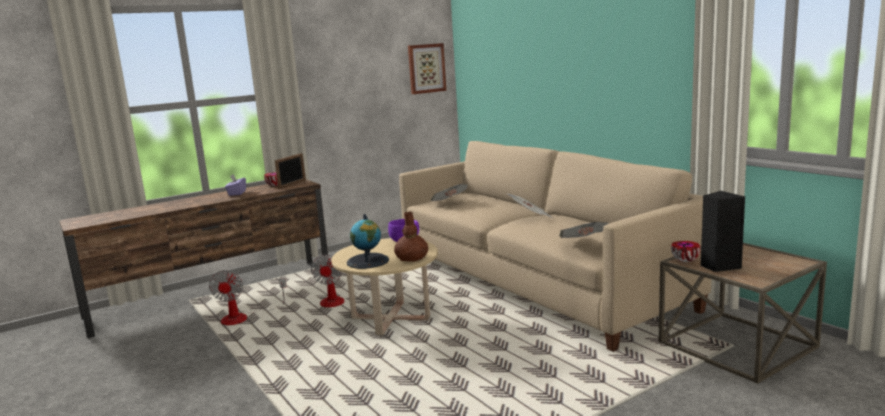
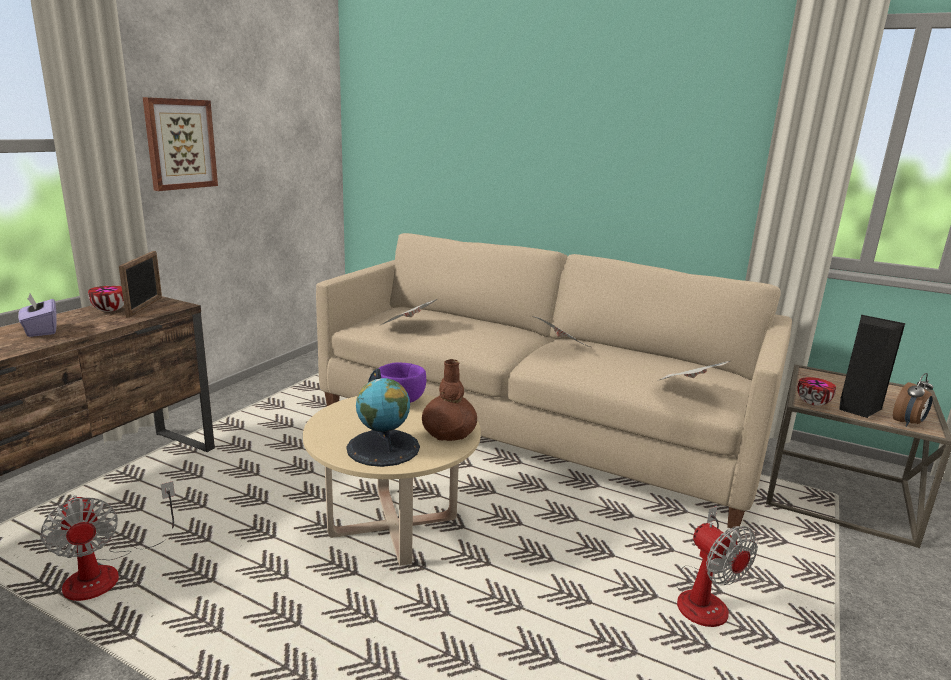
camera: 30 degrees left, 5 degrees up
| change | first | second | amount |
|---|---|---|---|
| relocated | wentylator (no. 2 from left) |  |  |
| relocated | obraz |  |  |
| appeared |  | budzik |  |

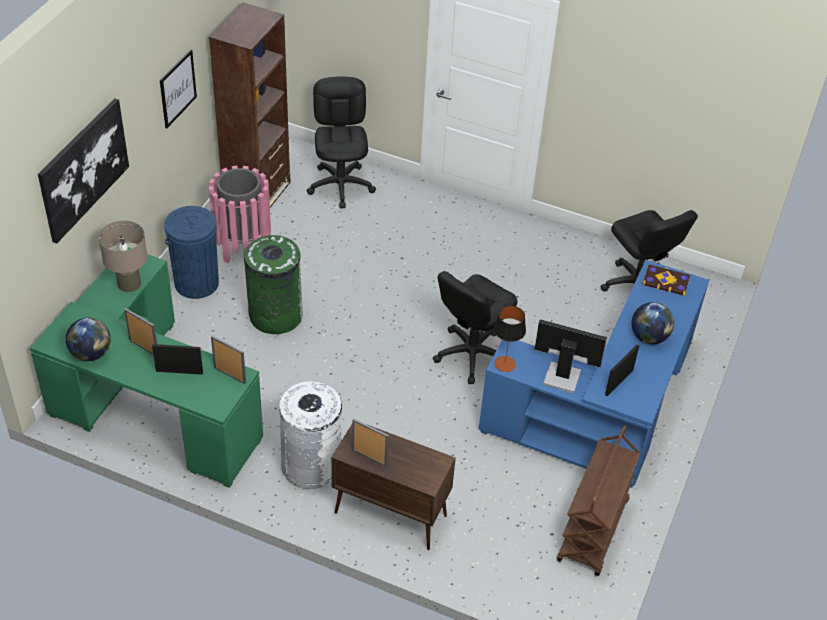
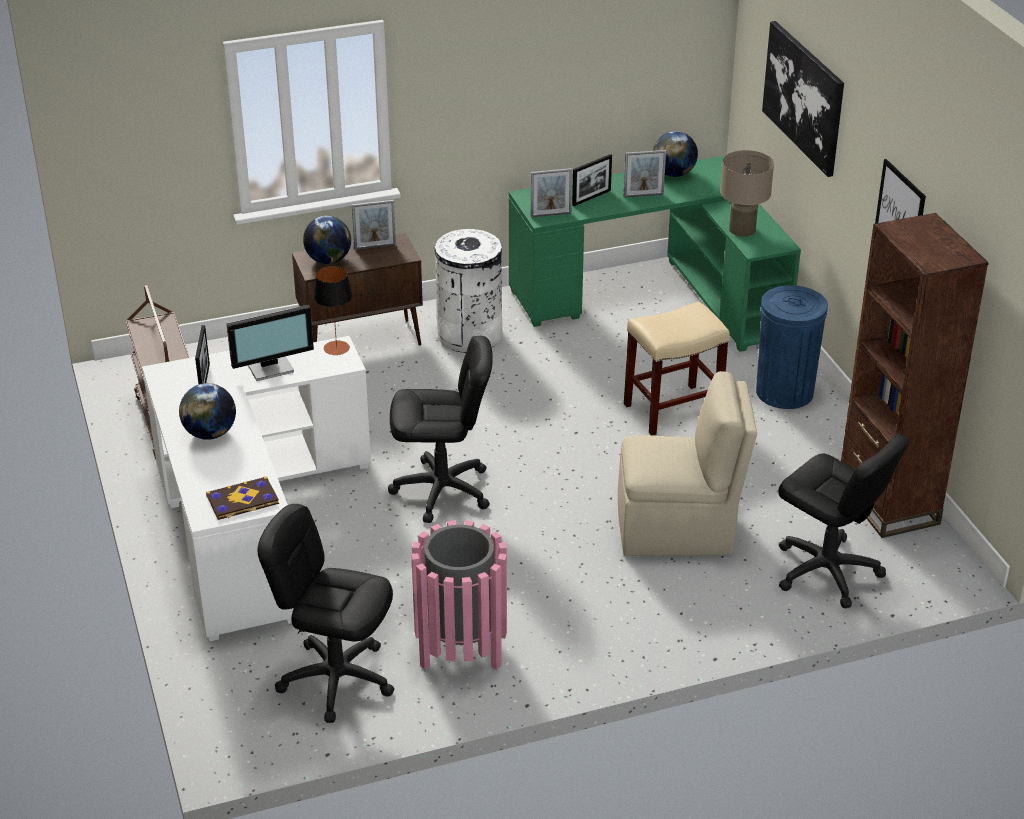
camera: 140 degrees right, 10 degrees down
| change | first | second | amount |
|---|---|---|---|
| relocated | kosz na śmieci (różowy) |  |  |
| exchanged | kosz na śmieci (zielony) | stołek (beżowy) |  |
| spun | krzesło biurowe (czarny) (no. 2 from left) |  | 90 degrees clockwise |
| colour | biurko (niebieski) | biurko (biały) |  |
| appeared |  | globus (no. 2 from left) |  |
| appeared |  | krzesło (beżowy) |  |

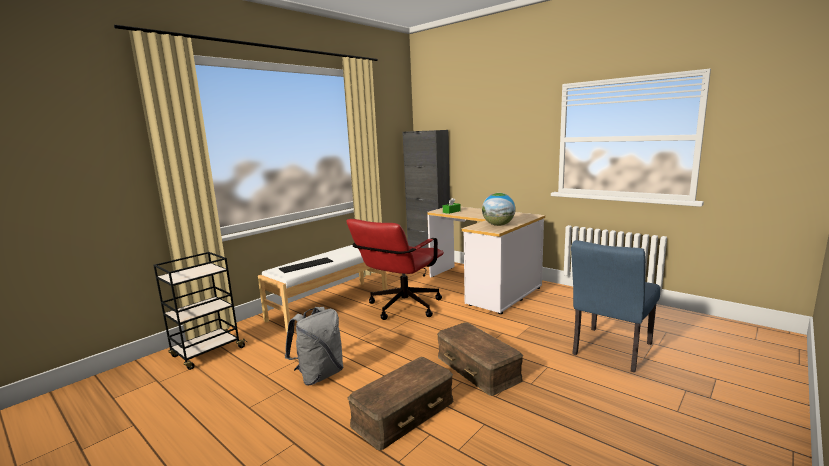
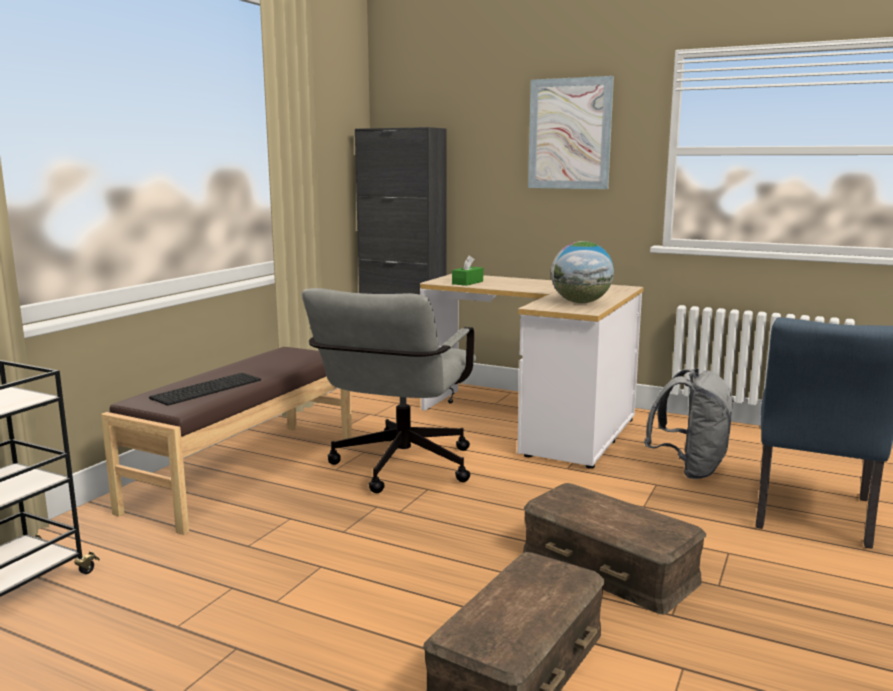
camera: 15 degrees left, 0 degrees up
| change | first | second | amount |
|---|---|---|---|
| colour | ławka (biały) | ławka (brązowy) |  |
| relocated | plecak (szary) |  |  |
| colour | krzesło biurowe (czerwony) | krzesło biurowe (szary) |  |
| appeared |  | obraz |  |

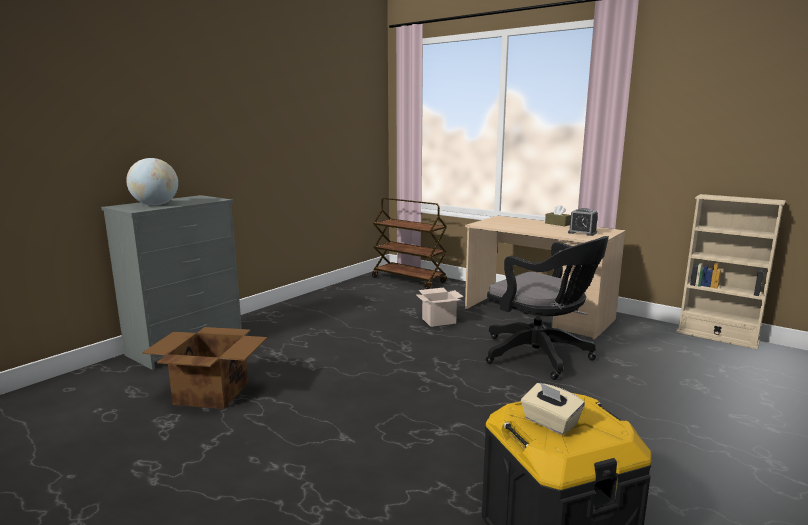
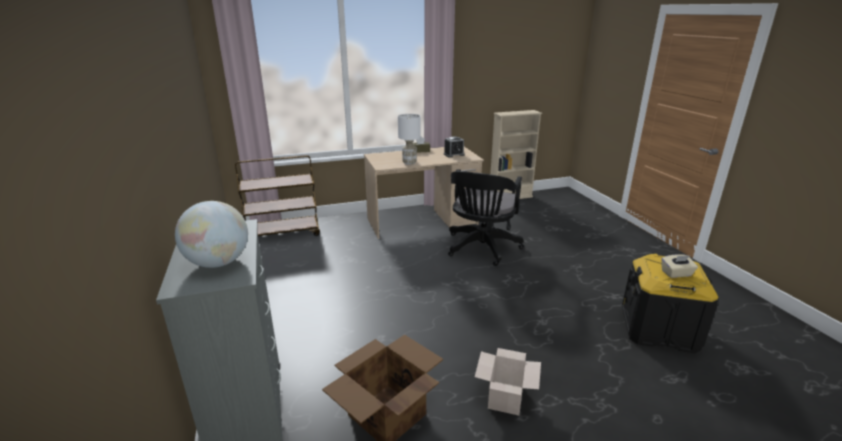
camera: 55 degrees left, 10 degrees up
| change | first | second | amount |
|---|---|---|---|
| relocated | karton (no. 2 from left) |  |  |
| spun | krzesło biurowe (czarny) |  | 120 degrees clockwise |
| appeared |  | lampa stołowa (biały) |  |

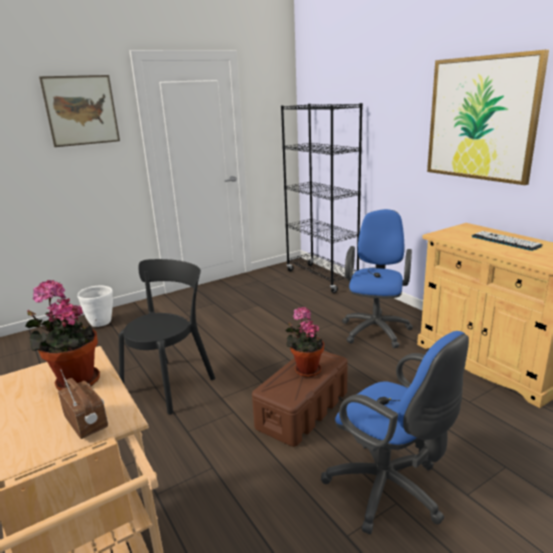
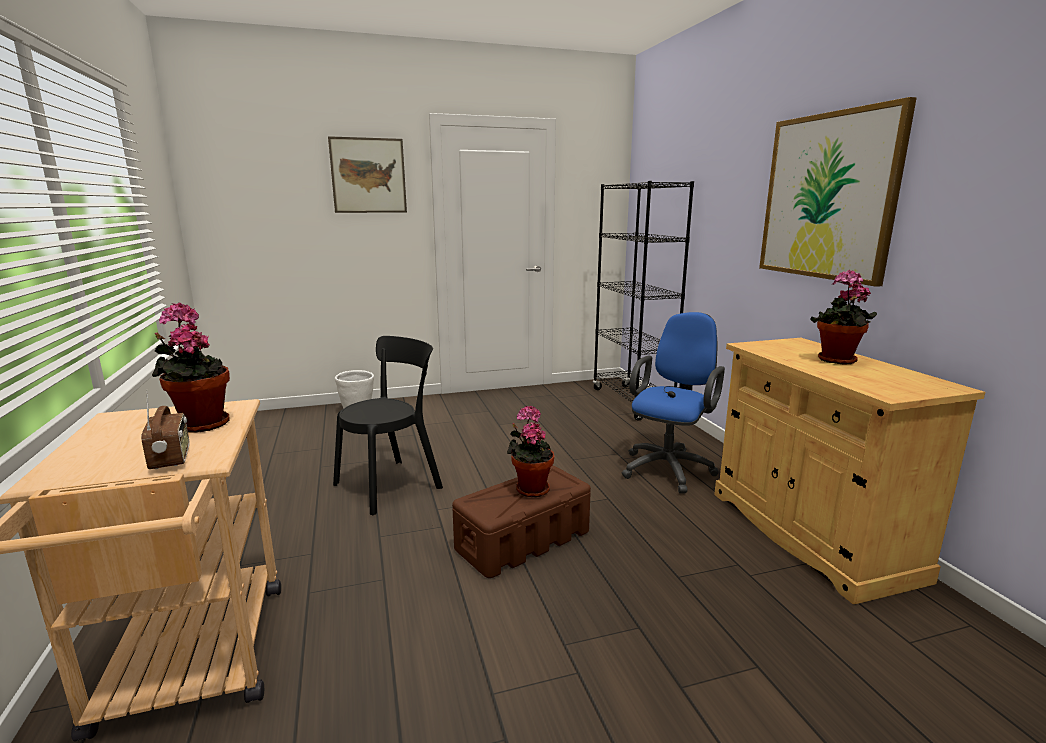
camera: 15 degrees right, 5 degrees down
| change | first | second | amount |
|---|---|---|---|
| missing | krzesło biurowe (niebieski) (no. 2 from left) |  |  |
| exchanged | klawiatura | roślina doniczkowa (no. 3 from left) |  |

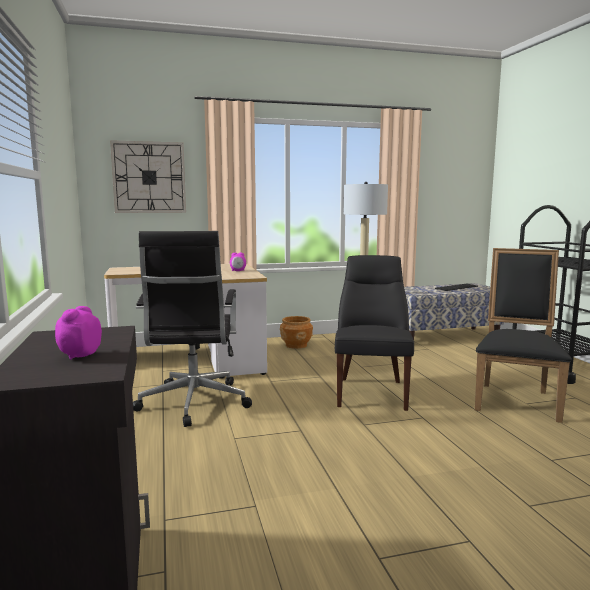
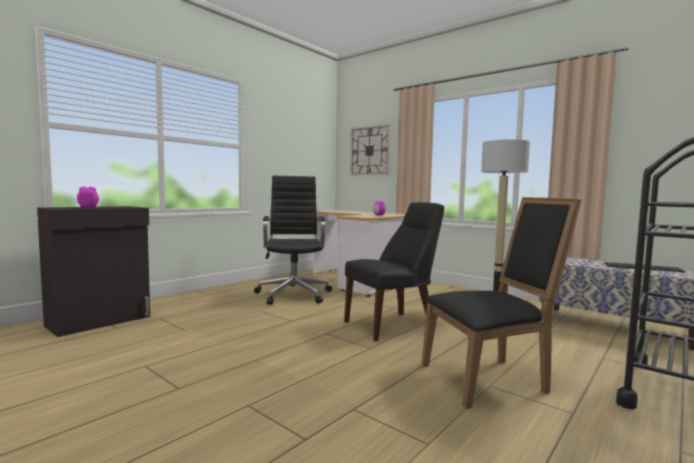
camera: 55 degrees right, 5 degrees down
| change | first | second | amount |
|---|---|---|---|
| spun | krzesło biurowe (czarny) |  | 120 degrees clockwise |
| missing | donica (brązowy) |  |  |

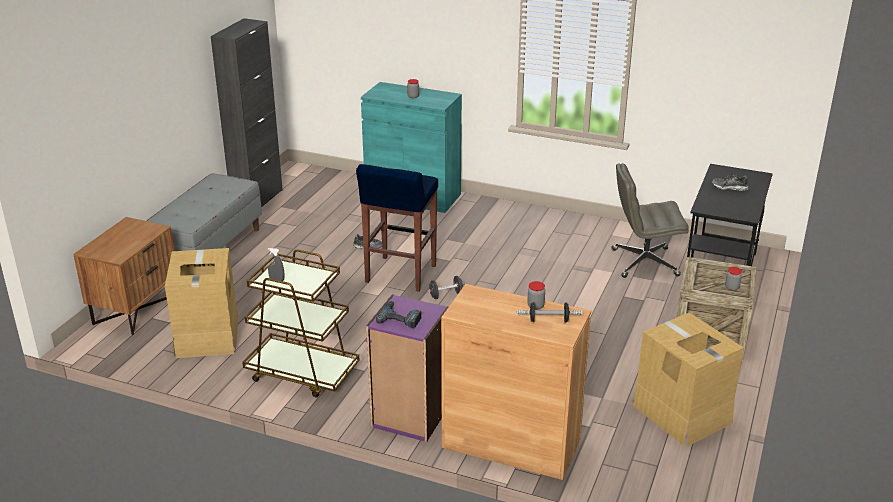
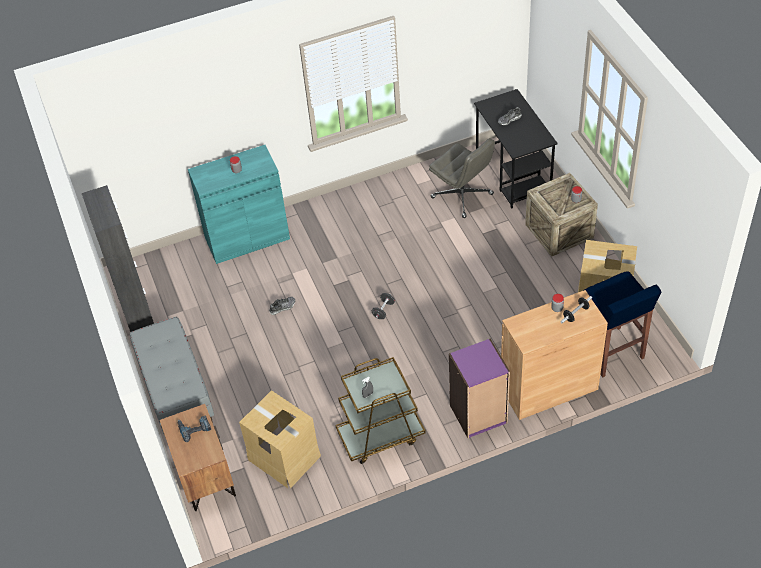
camera: 40 degrees left, 20 degrees up
| change | first | second | amount |
|---|---|---|---|
| relocated | stołek (niebieski) |  |  |
| relocated | wiertarka |  |  |
| spun | krzesło biurowe (szary) |  | 90 degrees counterclockwise |

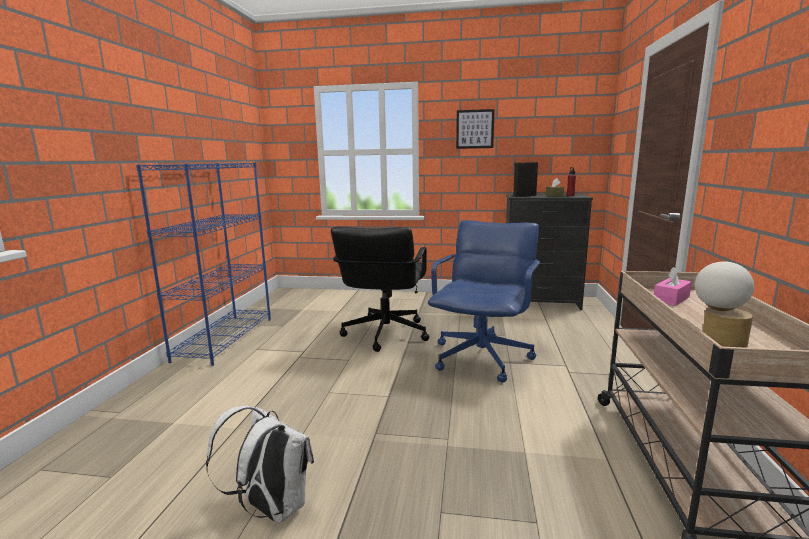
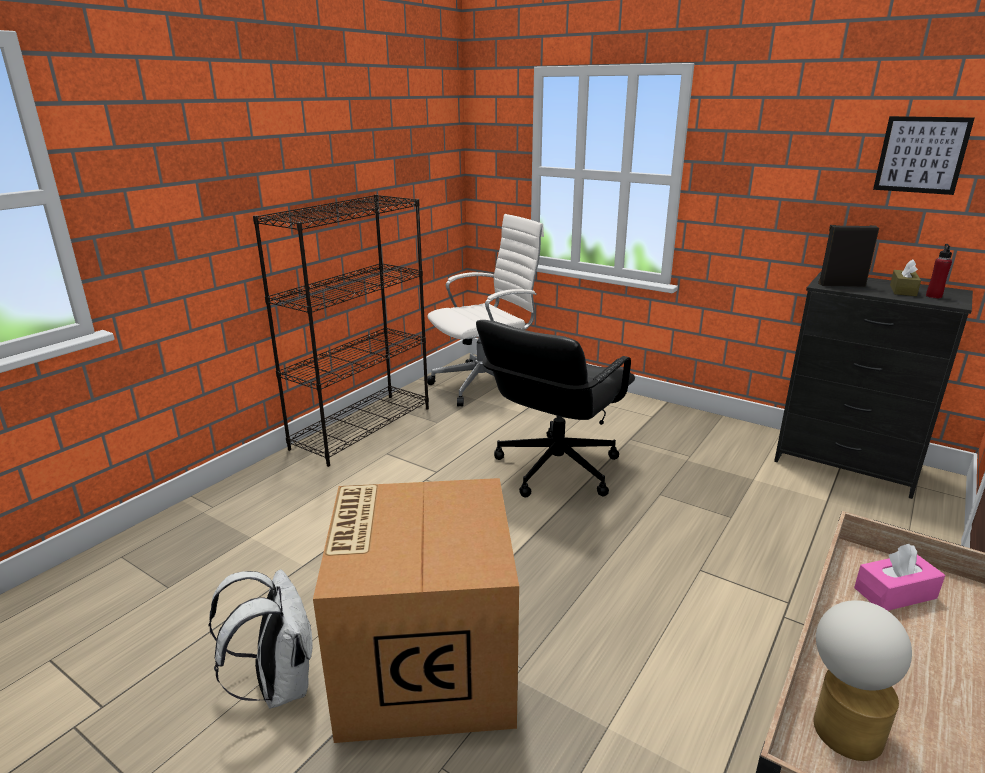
camera: 25 degrees right, 10 degrees up
| change | first | second | amount |
|---|---|---|---|
| colour | regał (niebieski) | regał (czarny) |  |
| missing | krzesło biurowe (niebieski) |  |  |
| relocated | obraz |  |  |
| appeared |  | karton |  |
| appeared |  | krzesło biurowe (biały) |  |

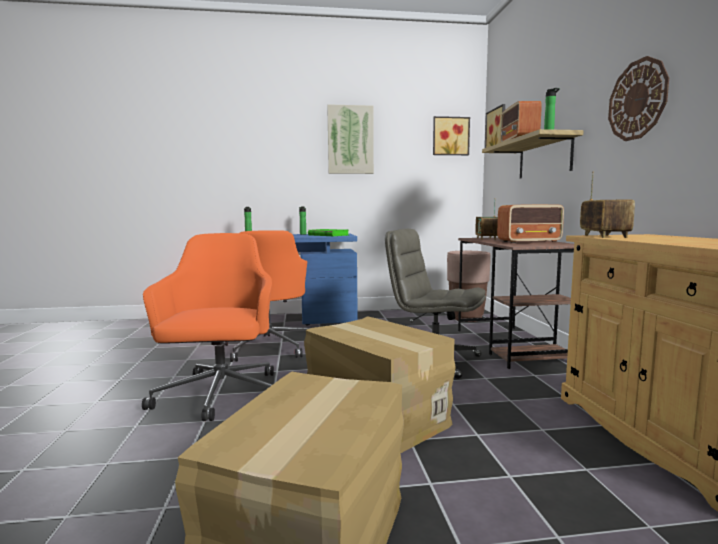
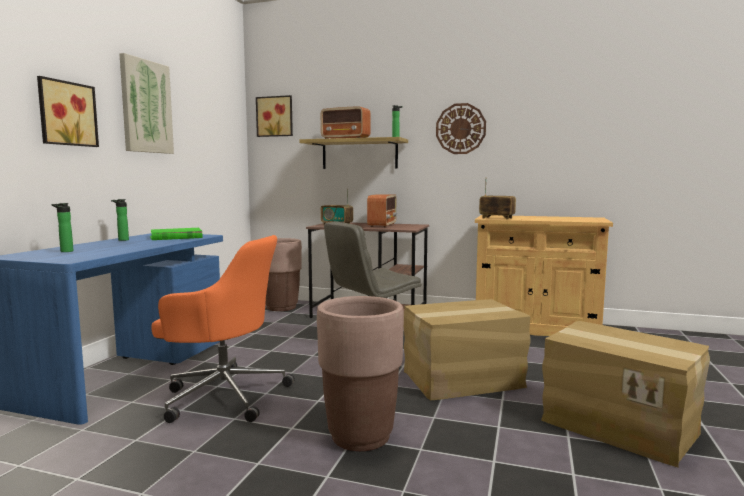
camera: 65 degrees left, 0 degrees up
| change | first | second | amount |
|---|---|---|---|
| exchanged | krzesło biurowe (pomarańczowy) (no. 1 from left) | donica (brązowy) (no. 2 from left) |  |
| relocated | obraz (no. 2 from left in the first image) | obraz (no. 1 from left) |  |

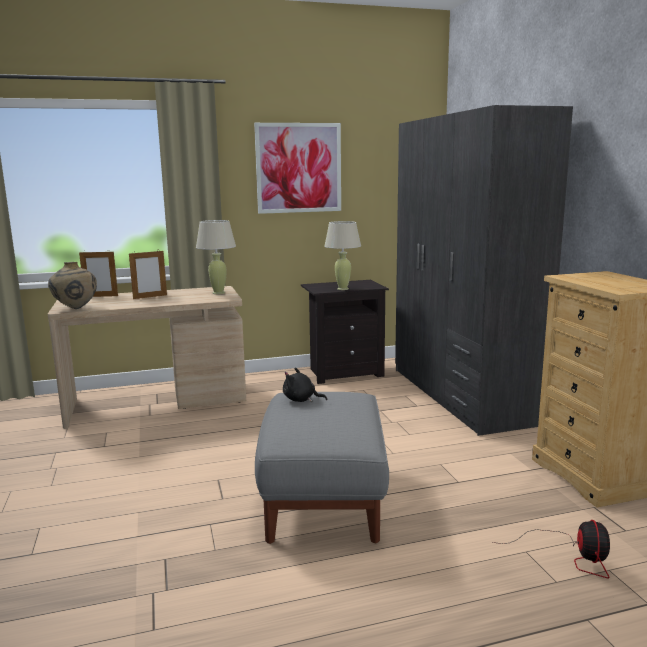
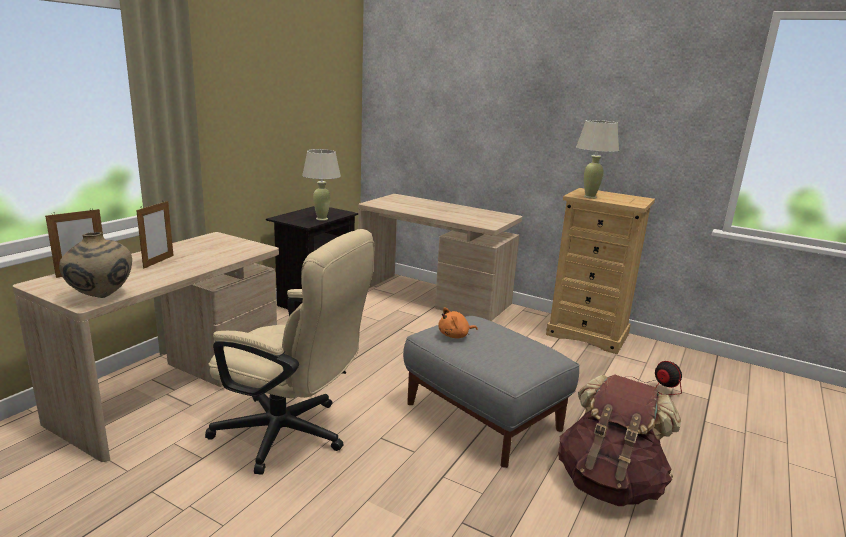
camera: 45 degrees left, 5 degrees up
| change | first | second | amount |
|---|---|---|---|
| relocated | lampa stołowa (beżowy) (no. 1 from left in the first image) | lampa stołowa (beżowy) (no. 2 from left) |  |
| missing | obraz |  |  |
| colour | pluszak (czarny) | pluszak (pomarańczowy) |  |
| exchanged | szafa (szary) | biurko (beżowy) (no. 2 from left) |  |
| appeared |  | krzesło biurowe (beżowy) |  |
| appeared |  | plecak (brązowy) |  |

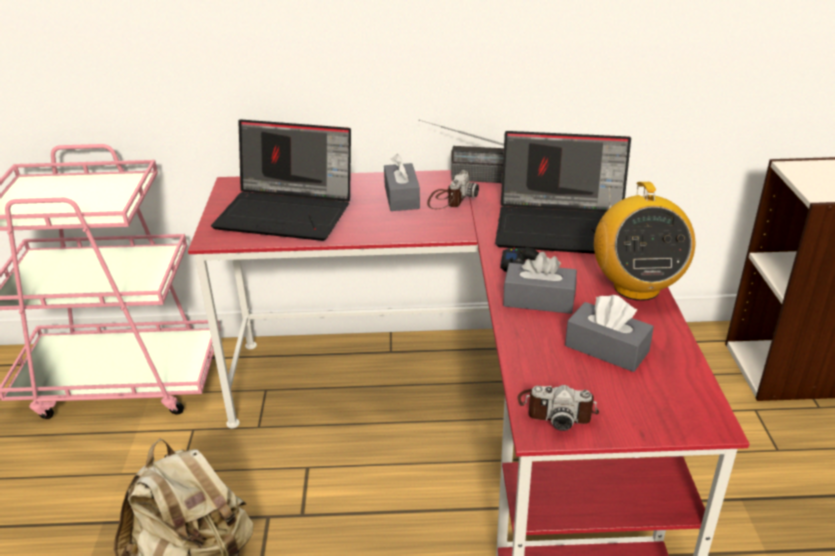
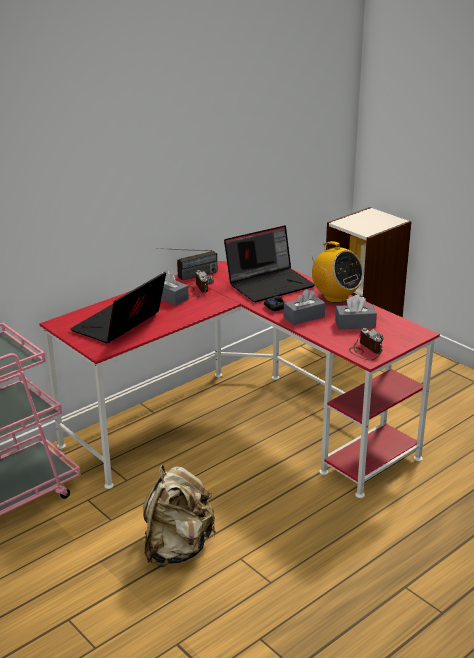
camera: 40 degrees left, 5 degrees down
| change | first | second | amount |
|---|---|---|---|
| spun | laptop (no. 1 from left) |  | 150 degrees clockwise |
| spun | aparat fotograficzny (no. 2 from left) |  | 90 degrees counterclockwise |

